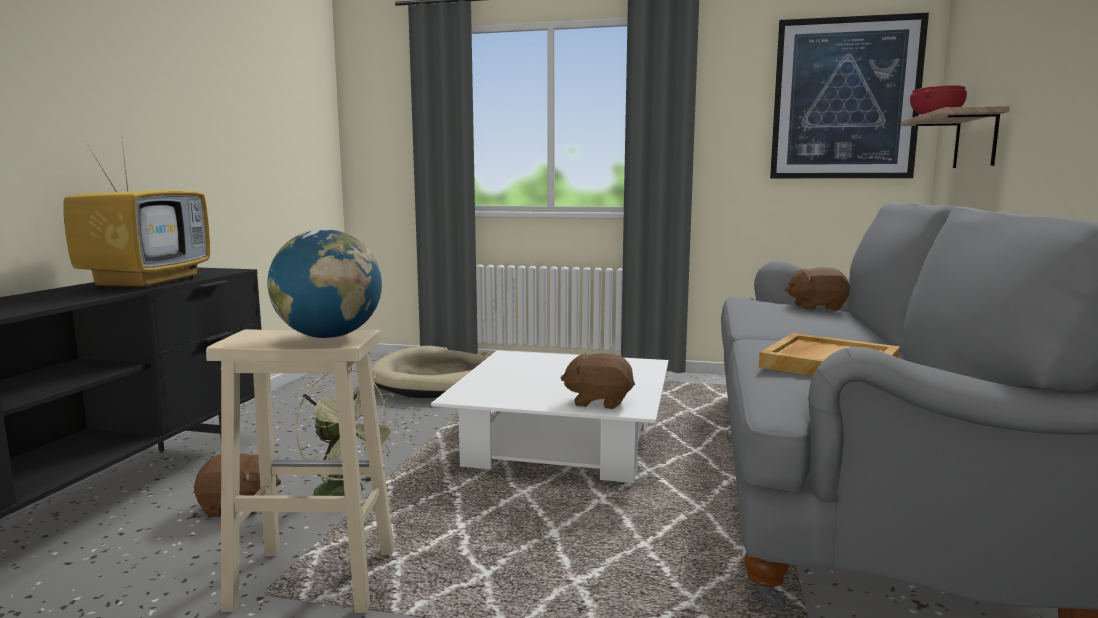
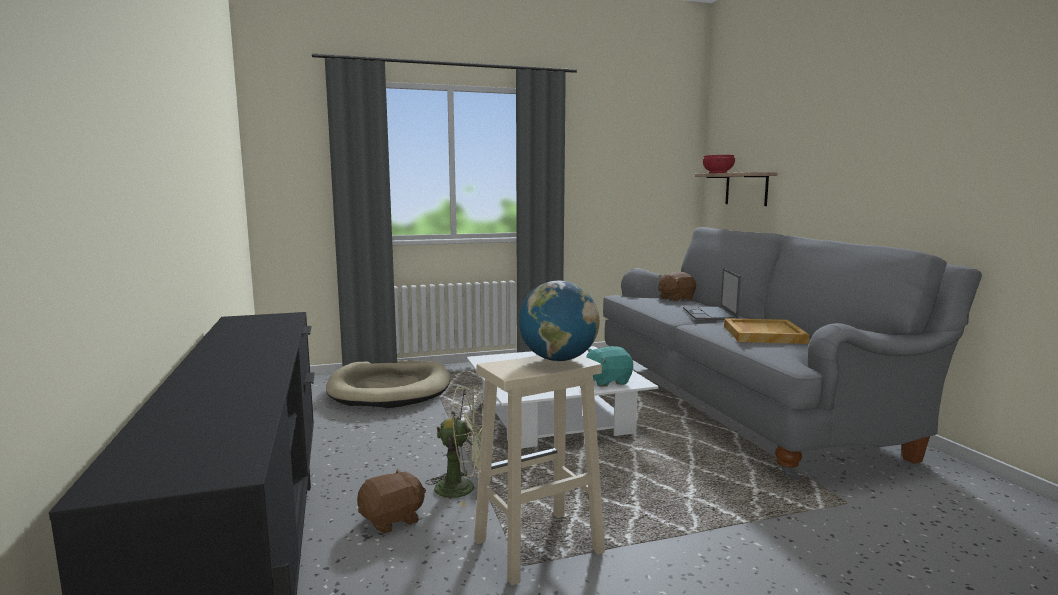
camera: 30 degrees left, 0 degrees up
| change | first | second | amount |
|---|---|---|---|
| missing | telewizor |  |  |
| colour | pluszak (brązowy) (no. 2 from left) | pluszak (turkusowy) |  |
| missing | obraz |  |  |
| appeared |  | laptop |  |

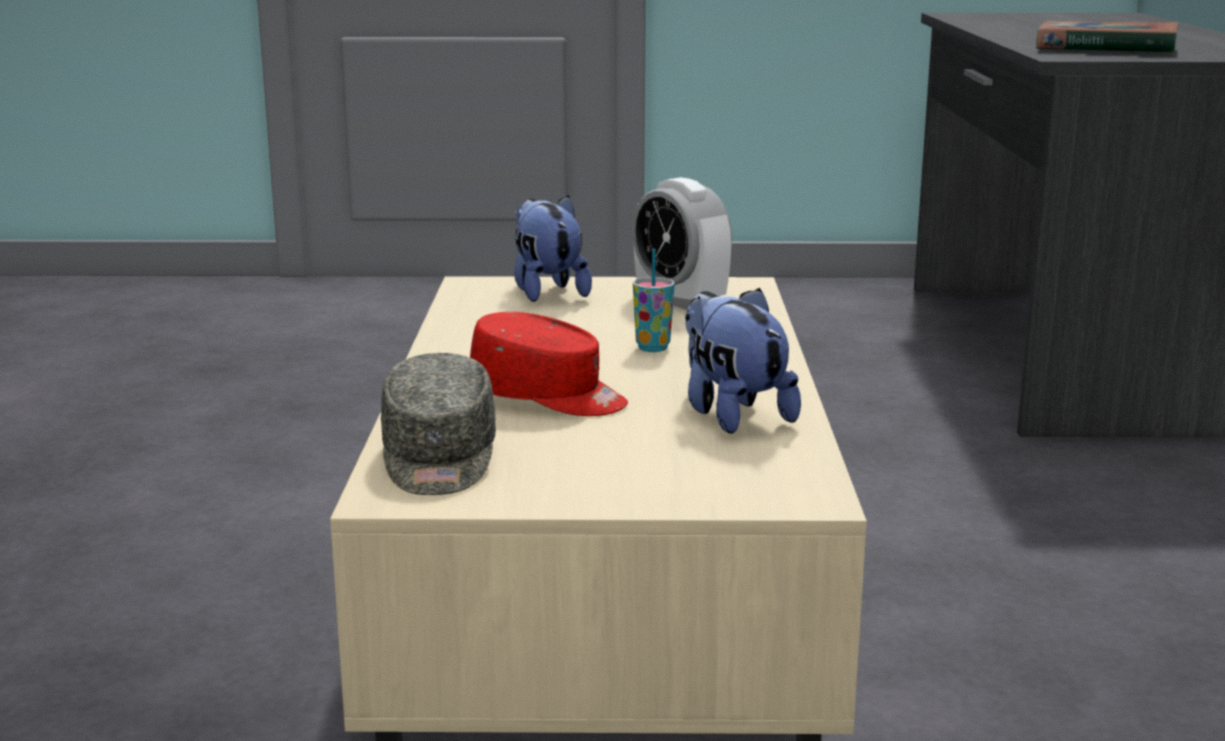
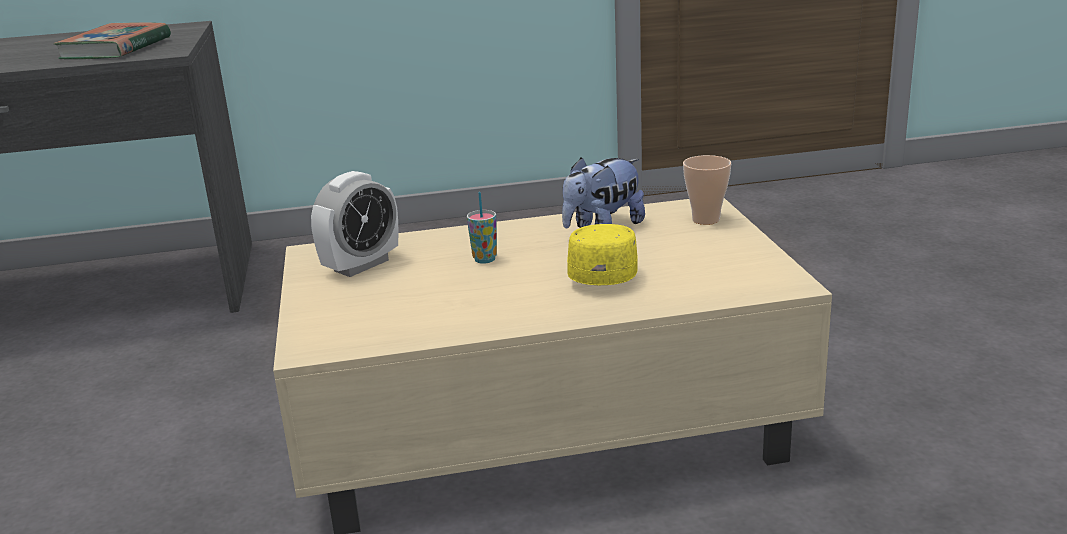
camera: 100 degrees left, 5 degrees up
| change | first | second | amount |
|---|---|---|---|
| missing | czapka z daszkiem (szary) |  |  |
| colour | czapka z daszkiem (czerwony) | czapka z daszkiem (żółty) |  |
| missing | pluszak (no. 1 from left) |  |  |
| appeared |  | filiżanka (no. 2 from left) |  |

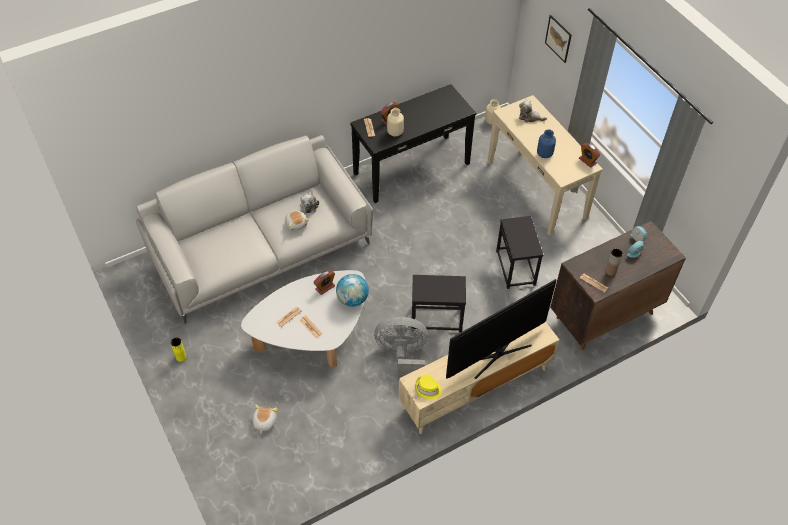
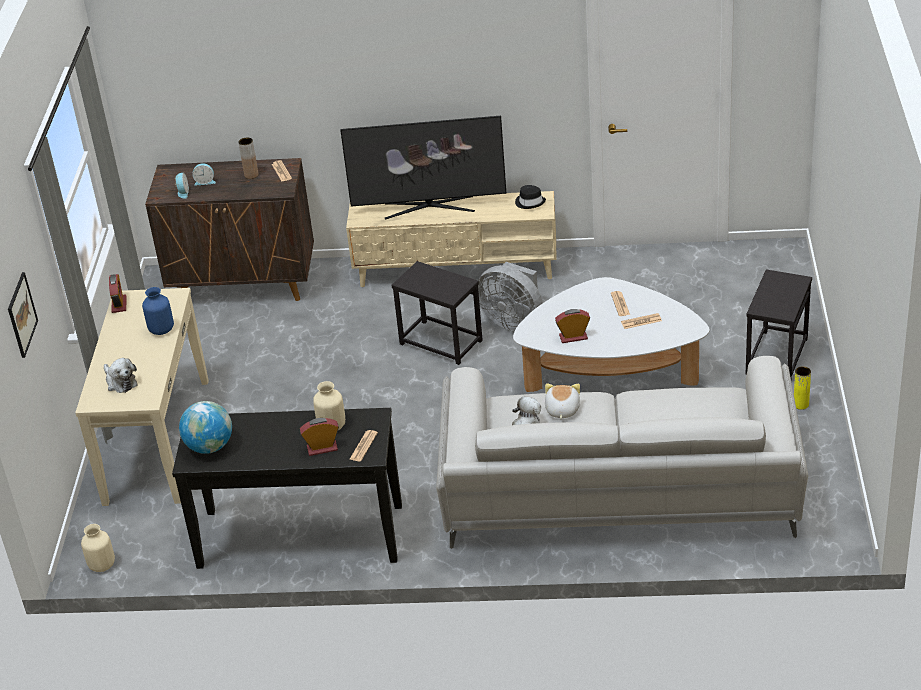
camera: 145 degrees left, 15 degrees down
| change | first | second | amount |
|---|---|---|---|
| missing | pluszak (no. 1 from left) |  |  |
| relocated | globus |  |  |
| colour | kapelusz (żółty) | kapelusz (czarny) |  |
| relocated | stolik (czarny) (no. 2 from left) |  |  |

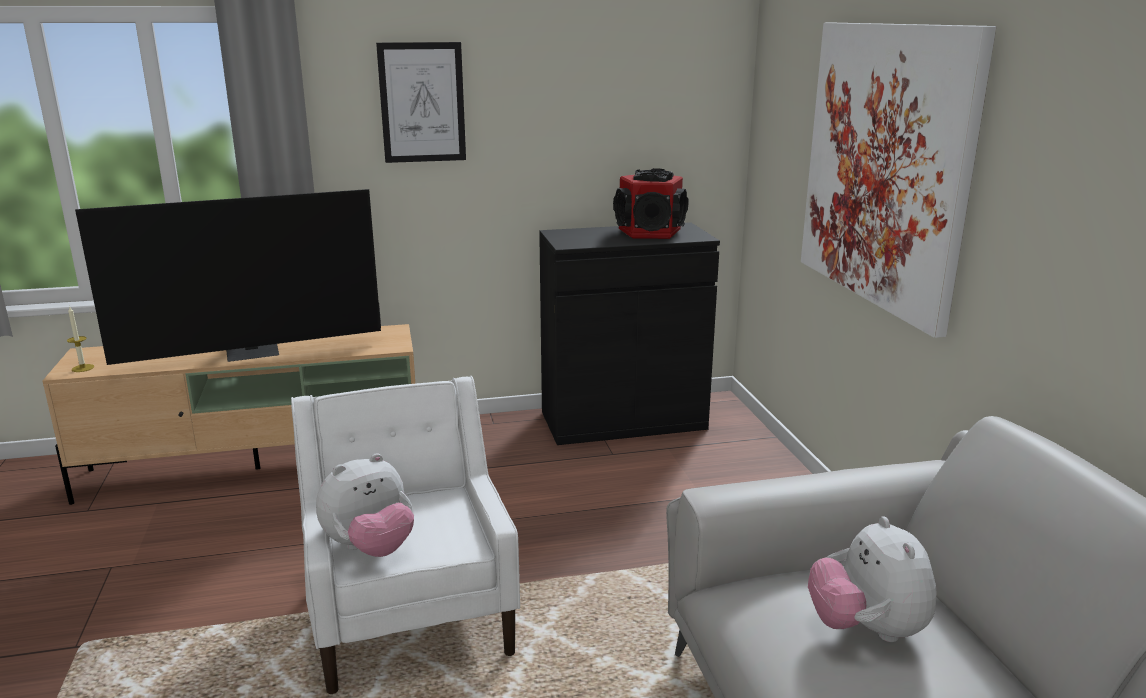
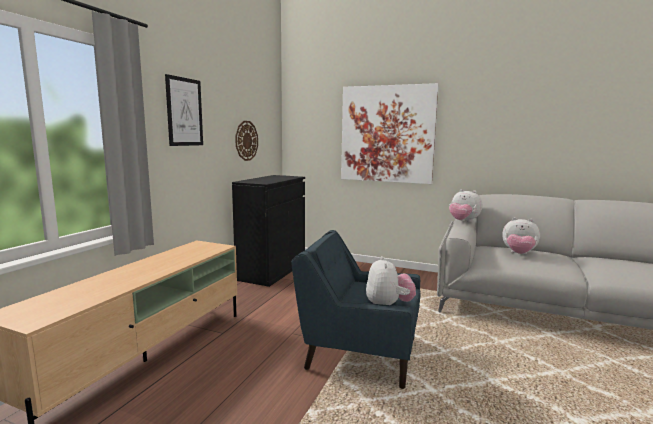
camera: 55 degrees left, 10 degrees down
| change | first | second | amount |
|---|---|---|---|
| missing | świeca |  |  |
| missing | telewizor |  |  |
| colour | fotel (biały) | fotel (niebieski) |  |
| missing | głośnik |  |  |
| appeared |  | zegar ścienny |  |
| appeared |  | pluszak (no. 2 from left) |  |

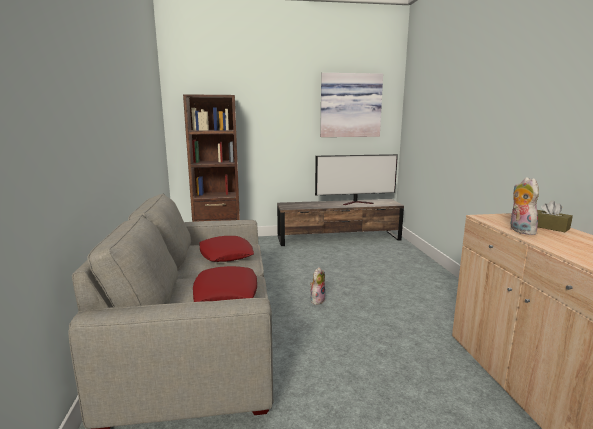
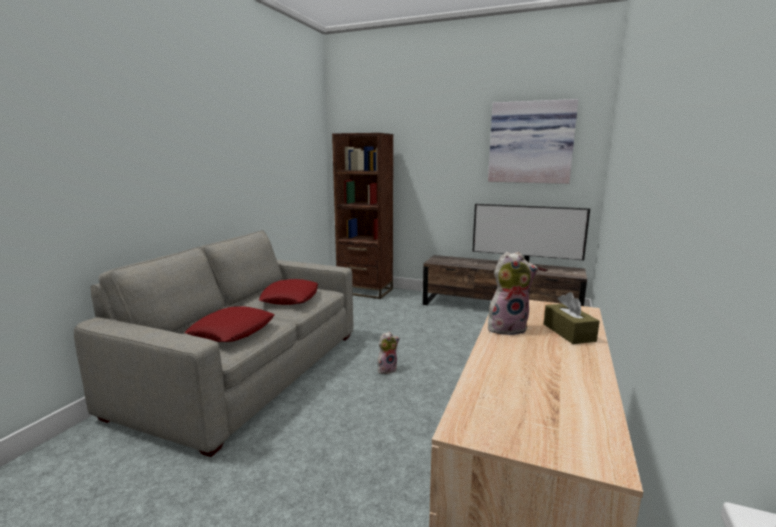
camera: 30 degrees right, 0 degrees up
| change | first | second | amount |
|---|---|---|---|
| spun | pluszak (no. 2 from left) |  | 60 degrees clockwise |

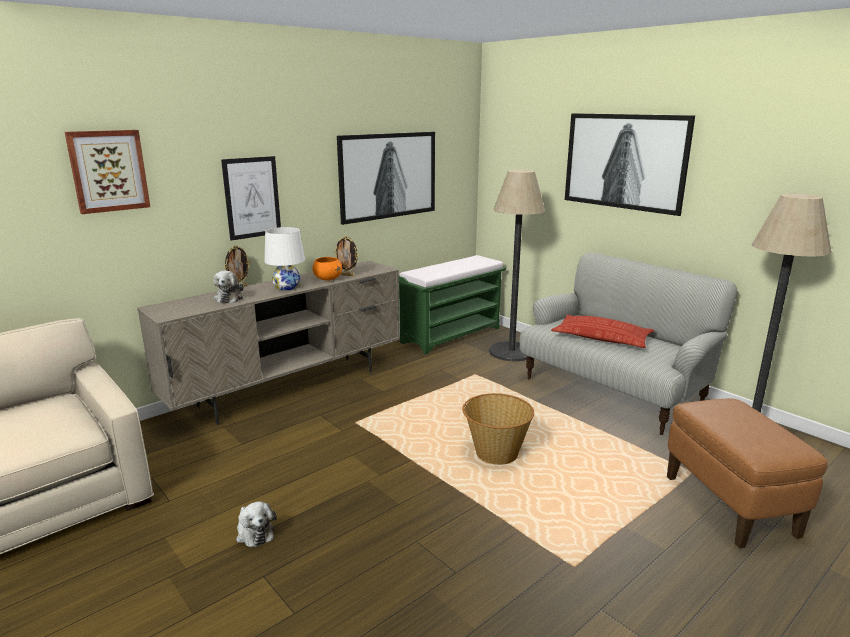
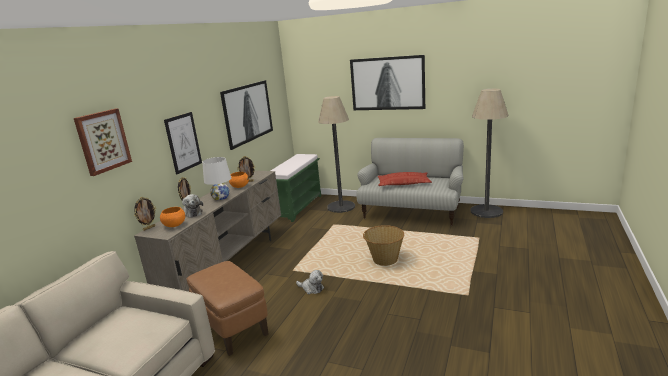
camera: 25 degrees left, 0 degrees up
| change | first | second | amount |
|---|---|---|---|
| relocated | pluszak (no. 2 from left) |  |  |
| relocated | pufa (brązowy) |  |  |
| appeared |  | ramka na zdjęcie (no. 1 from left) |  |
| appeared |  | miska (pomarańczowy) (no. 1 from left) |  |

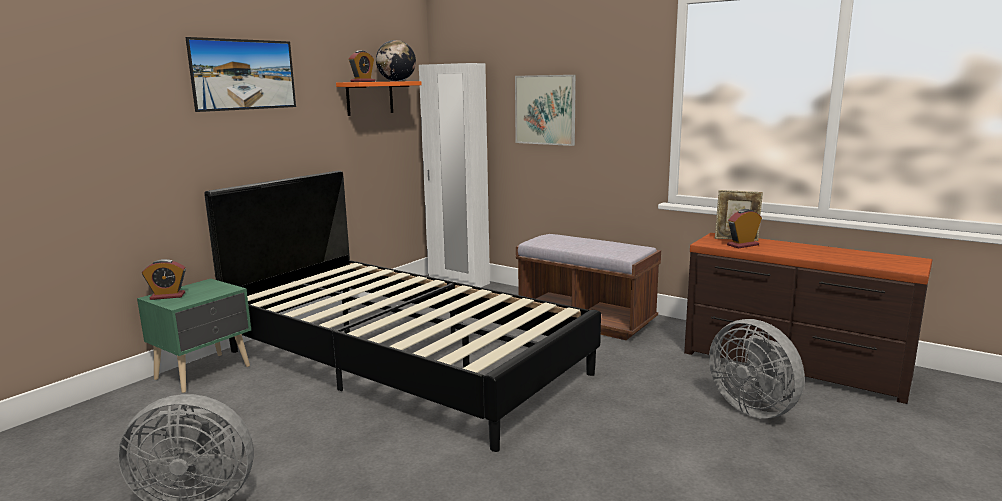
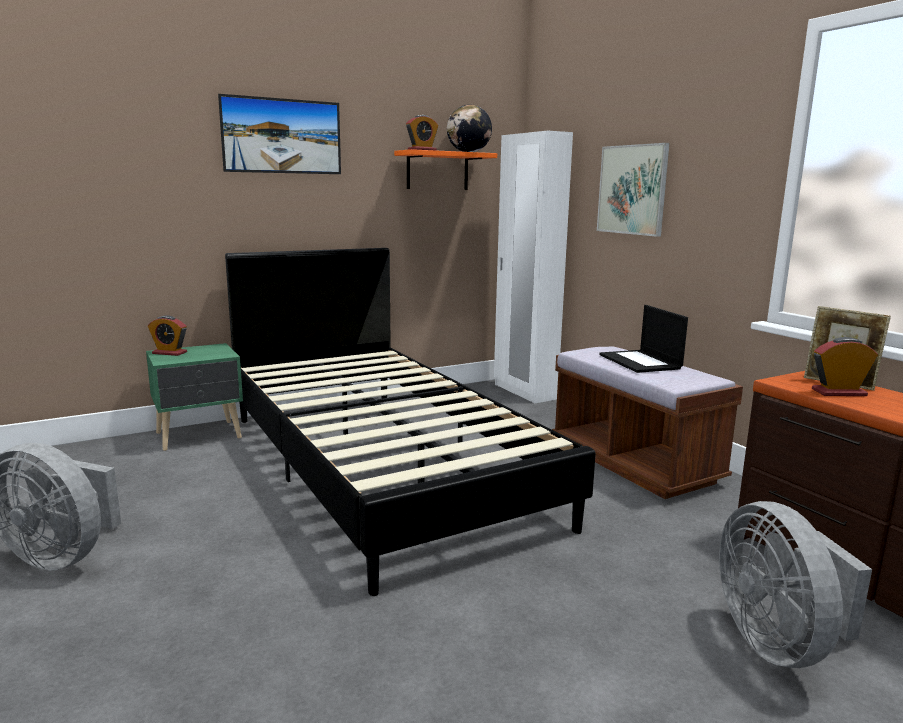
camera: 25 degrees right, 0 degrees up
| change | first | second | amount |
|---|---|---|---|
| appeared |  | laptop |  |

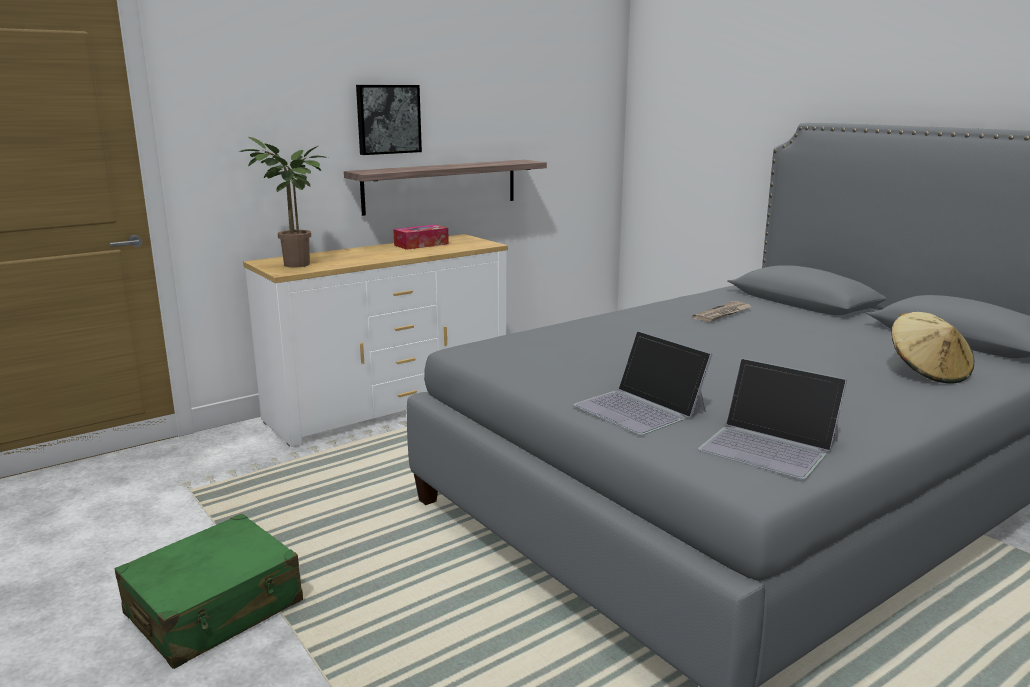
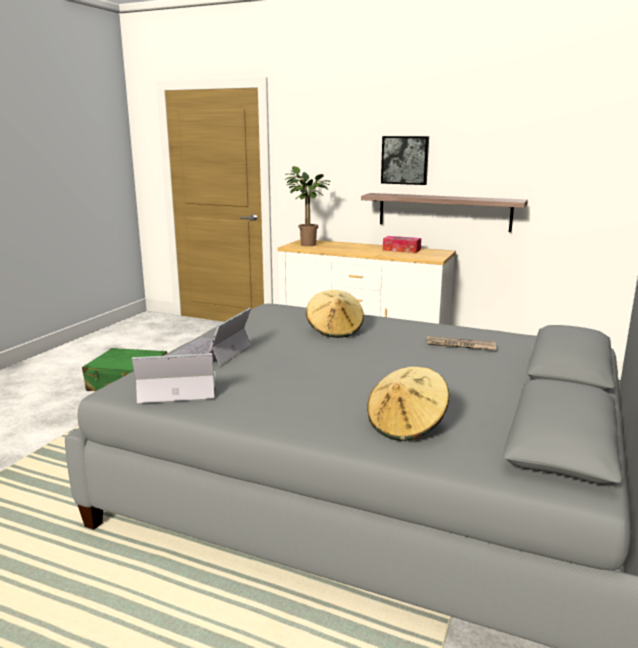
camera: 60 degrees right, 0 degrees up
| change | first | second | amount |
|---|---|---|---|
| spun | laptop (no. 2 from left in the first image) | laptop (no. 1 from left) | 75 degrees clockwise |
| appeared |  | kapelusz (beżowy) (no. 1 from left) |  |

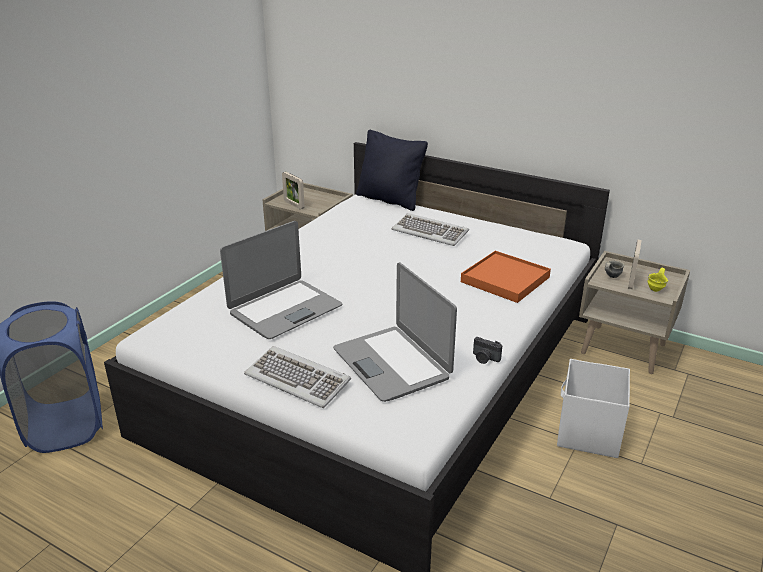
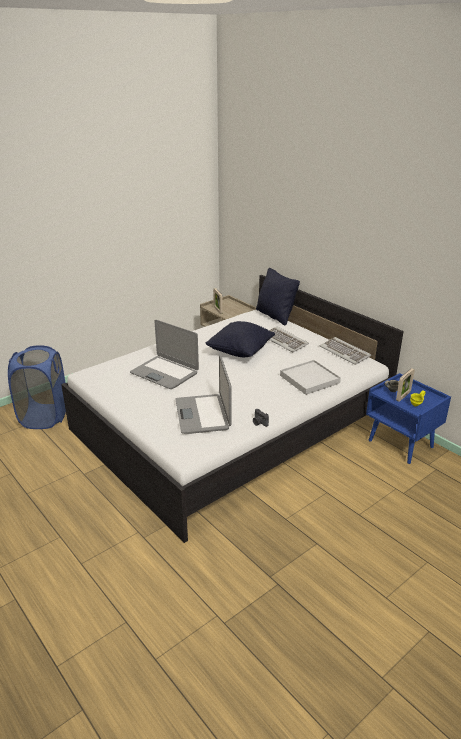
camera: 20 degrees right, 0 degrees up
| change | first | second | amount |
|---|---|---|---|
| spun | laptop (no. 1 from left) |  | 60 degrees clockwise |
| relocated | klawiatura (no. 1 from left in the first image) | klawiatura (no. 2 from left) |  |
| colour | taca (pomarańczowy) | taca (biały) |  |
| missing | pojemnik do przechowywania (biały) |  |  |
| colour | szafka nocna (beżowy) (no. 2 from left) | szafka nocna (niebieski) |  |
| appeared |  | poduszka (czarny) (no. 1 from left) |  |

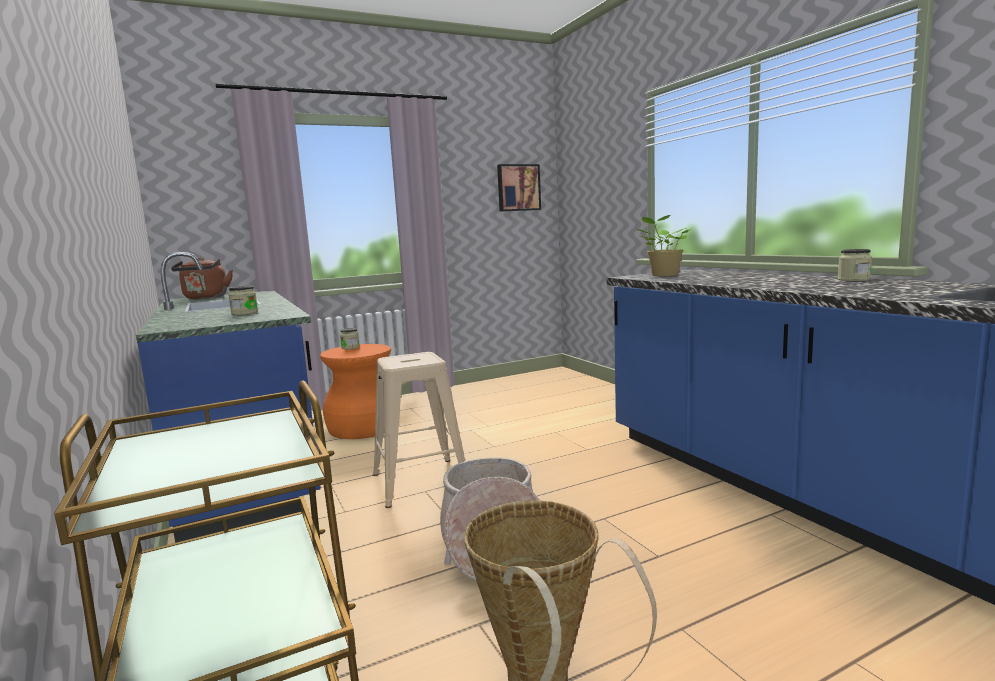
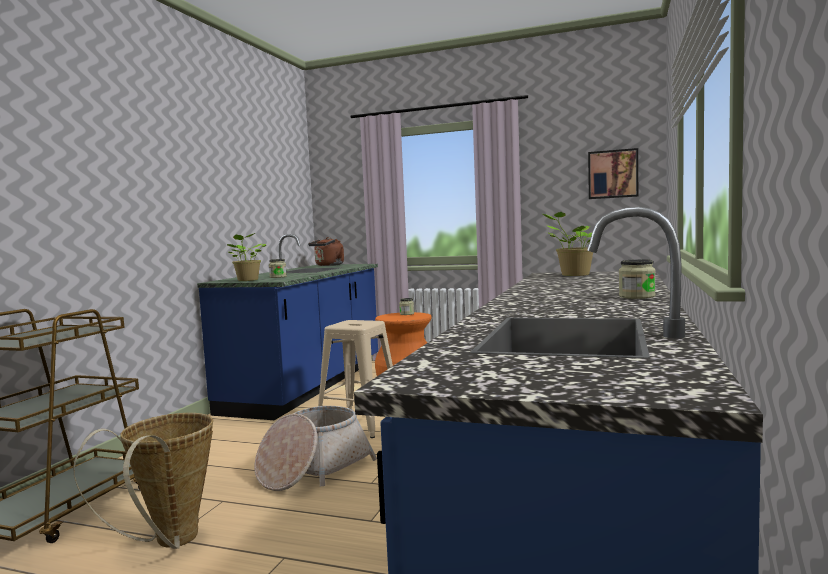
camera: 45 degrees right, 5 degrees down
| change | first | second | amount |
|---|---|---|---|
| appeared |  | roślina doniczkowa (no. 1 from left) |  |

